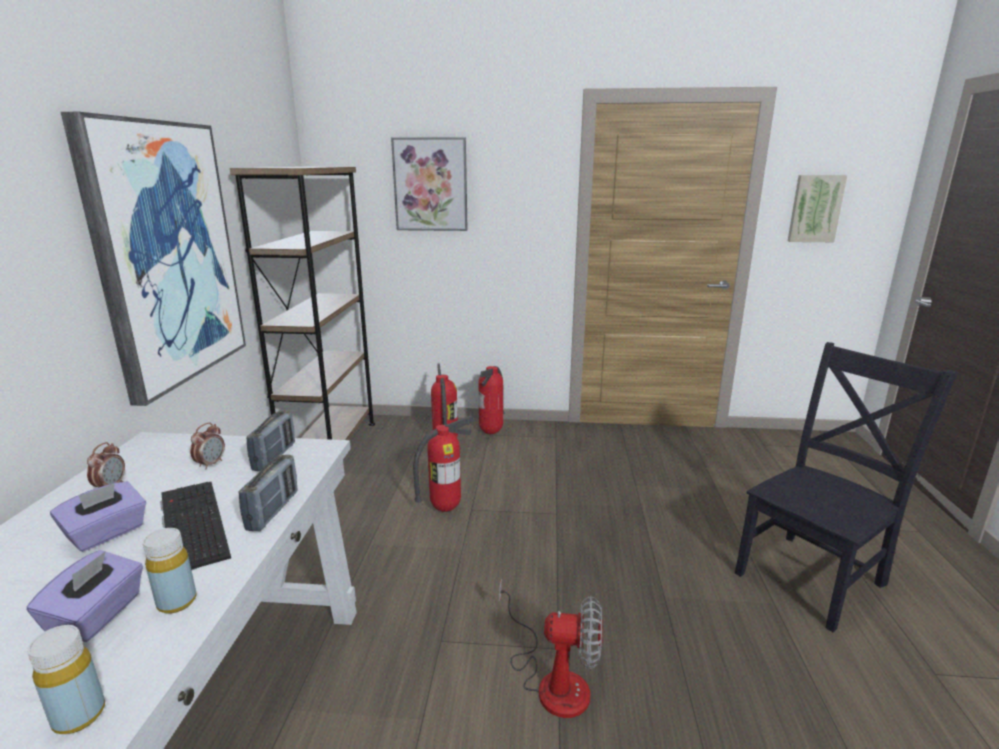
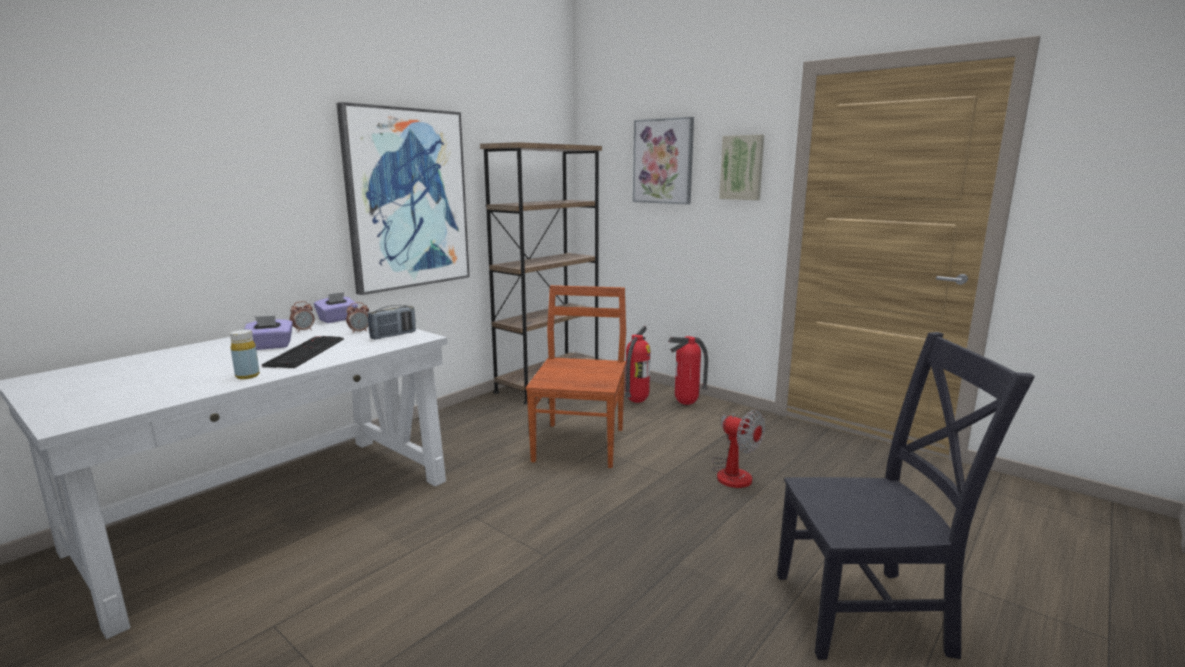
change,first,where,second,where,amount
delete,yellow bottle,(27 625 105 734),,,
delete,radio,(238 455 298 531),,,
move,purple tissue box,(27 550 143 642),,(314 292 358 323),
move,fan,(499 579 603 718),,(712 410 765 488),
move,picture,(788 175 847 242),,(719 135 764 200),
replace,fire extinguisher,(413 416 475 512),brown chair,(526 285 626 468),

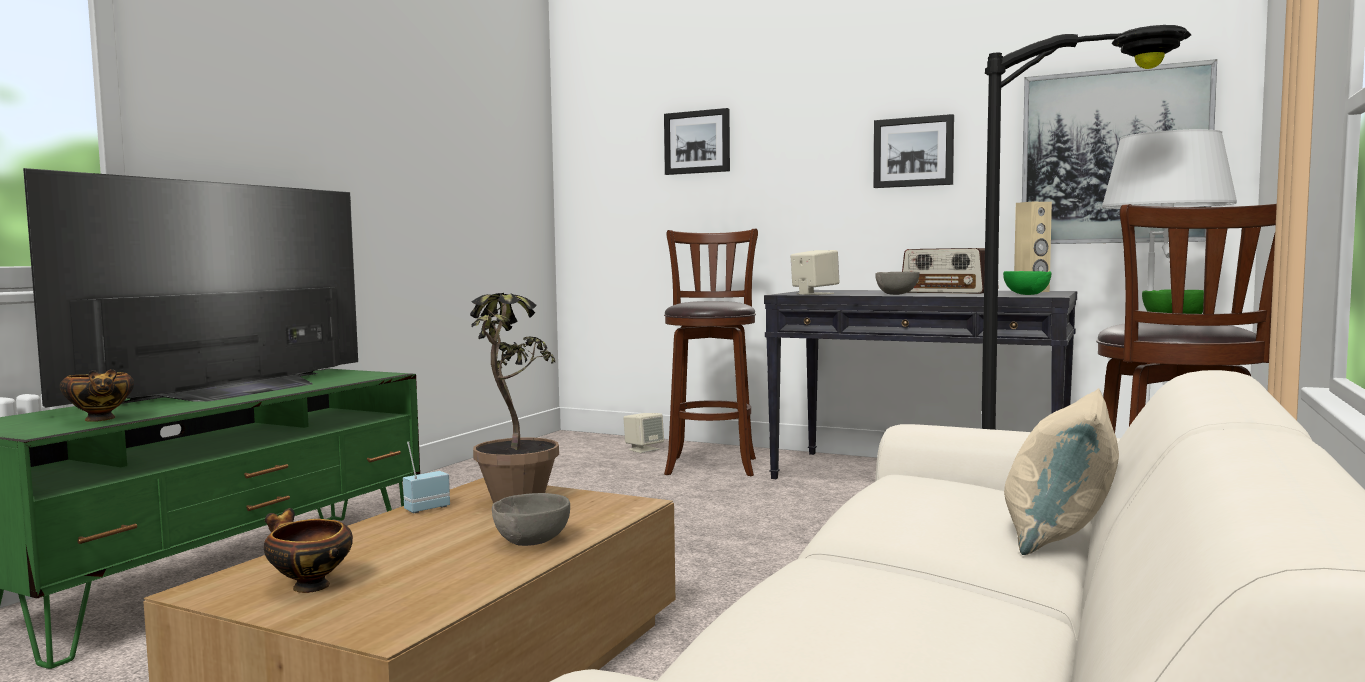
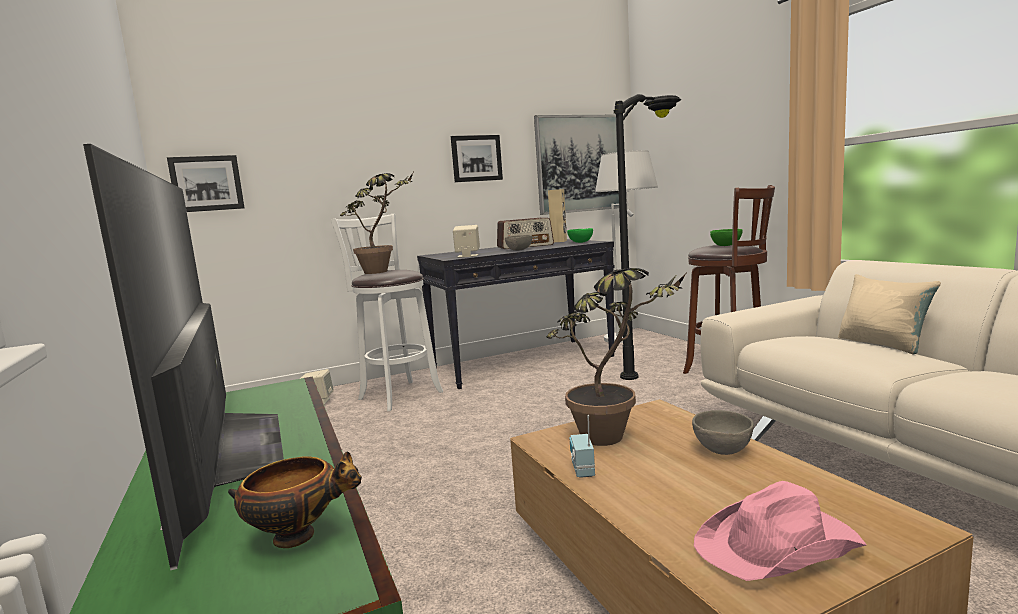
change,first,where,second,where,amount
insert,,,potted plant,(340 173 413 274),
move,picture,(664 108 730 175),,(167 155 245 212),
replace,bowl,(264 508 353 593),pink hat,(694 481 866 581),
recolor,brown stool,(664 229 758 476),white stool,(331 214 443 411),

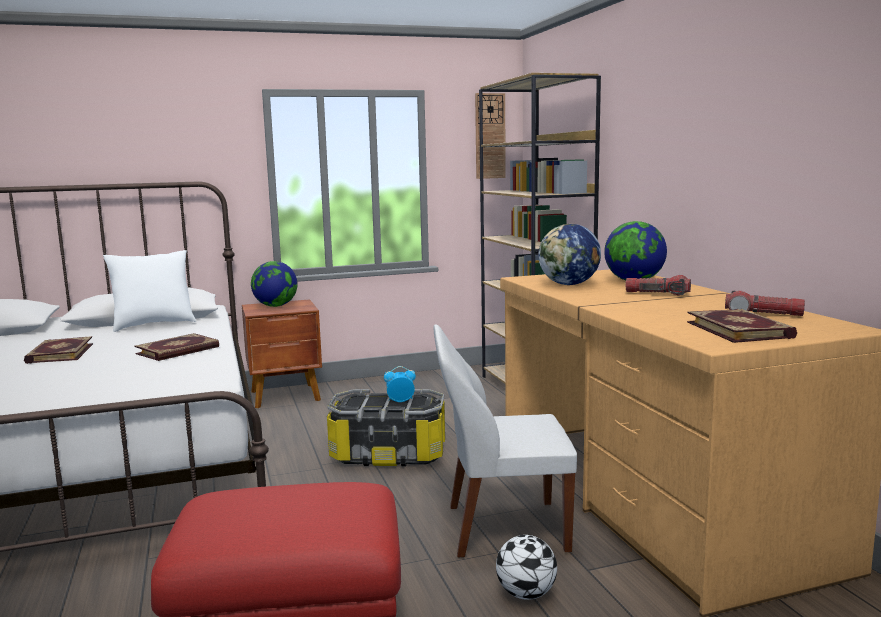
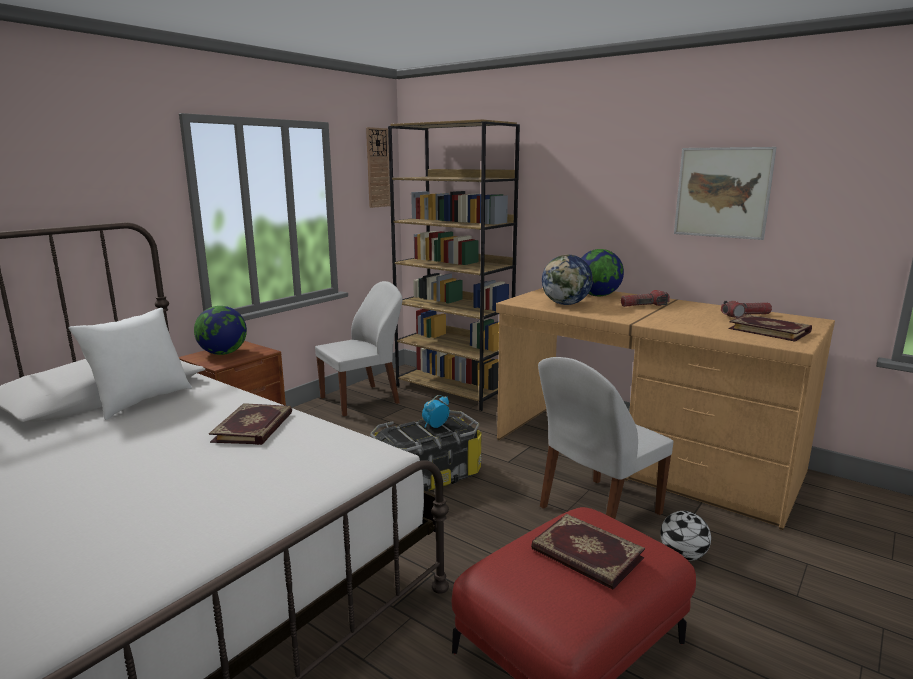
change,first,where,second,where,amount
insert,,,white chair,(315 281 403 416),
insert,,,picture,(674 147 777 240),
move,book,(24 336 93 364),,(531 514 645 589),

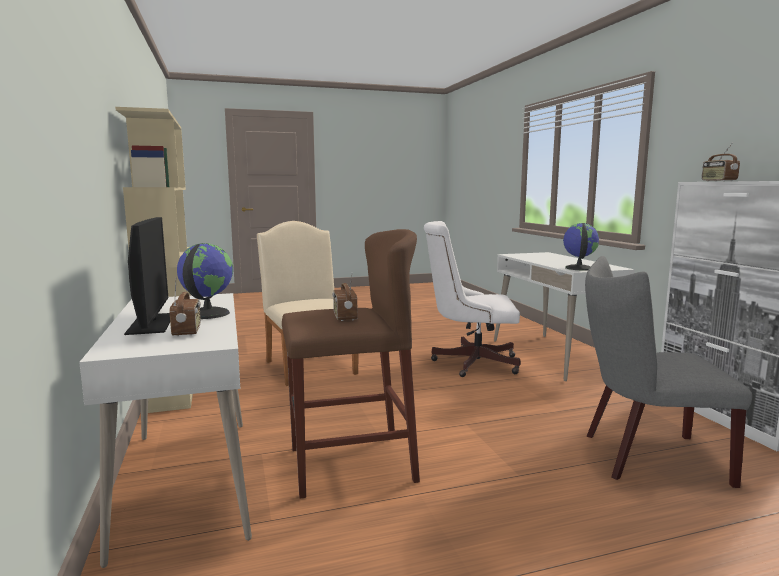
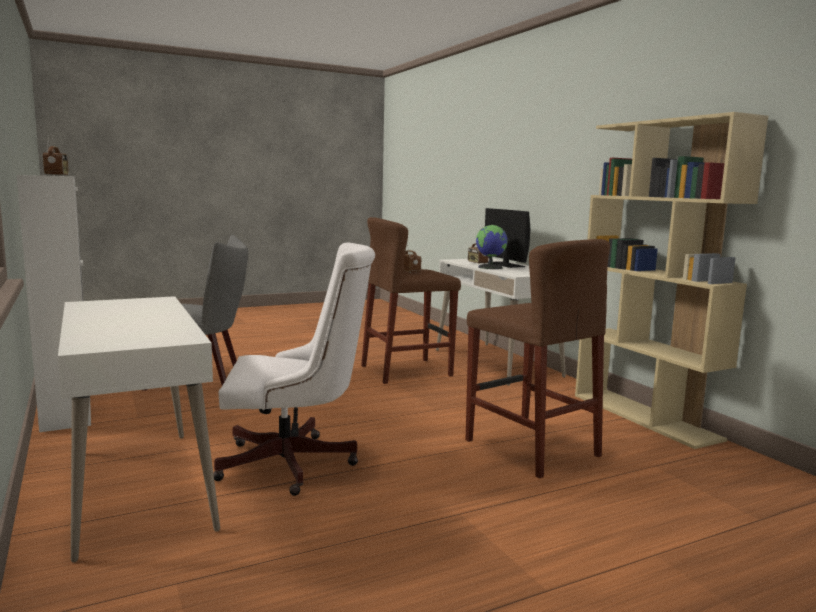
change,first,where,second,where,amount
delete,globe,(563 223 599 270),,,
replace,beige chair,(257 221 358 386),brown stool,(466 239 610 478),

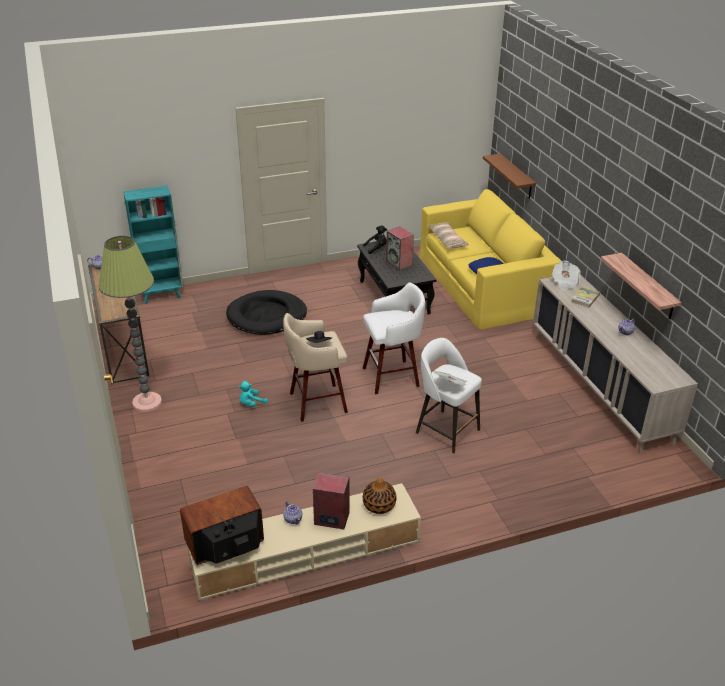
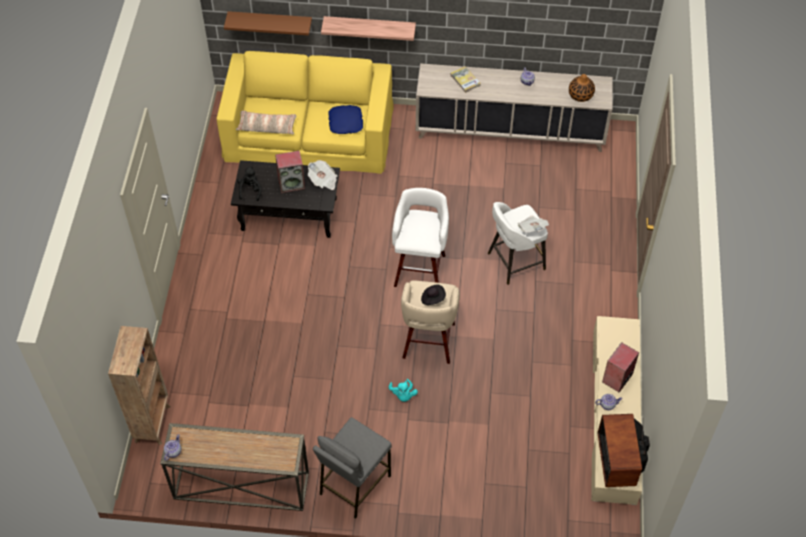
change,first,where,second,where,amount
delete,black dog bed,(226 290 307 335),,,
move,vase,(363 477 396 514),,(569 74 595 102),
move,newspaper,(552 261 581 290),,(308 160 338 190),
move,shelf,(601 253 682 319),,(321 16 416 41),
replace,floor lamp,(99 236 162 412),grey stool,(313 417 392 519),
recolor,turquoise bookcase,(123 185 183 304),brown bookcase,(108 326 170 445),

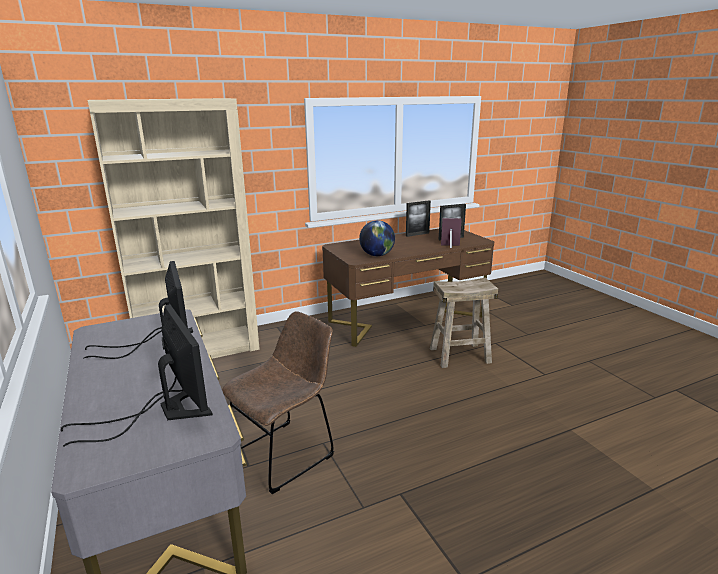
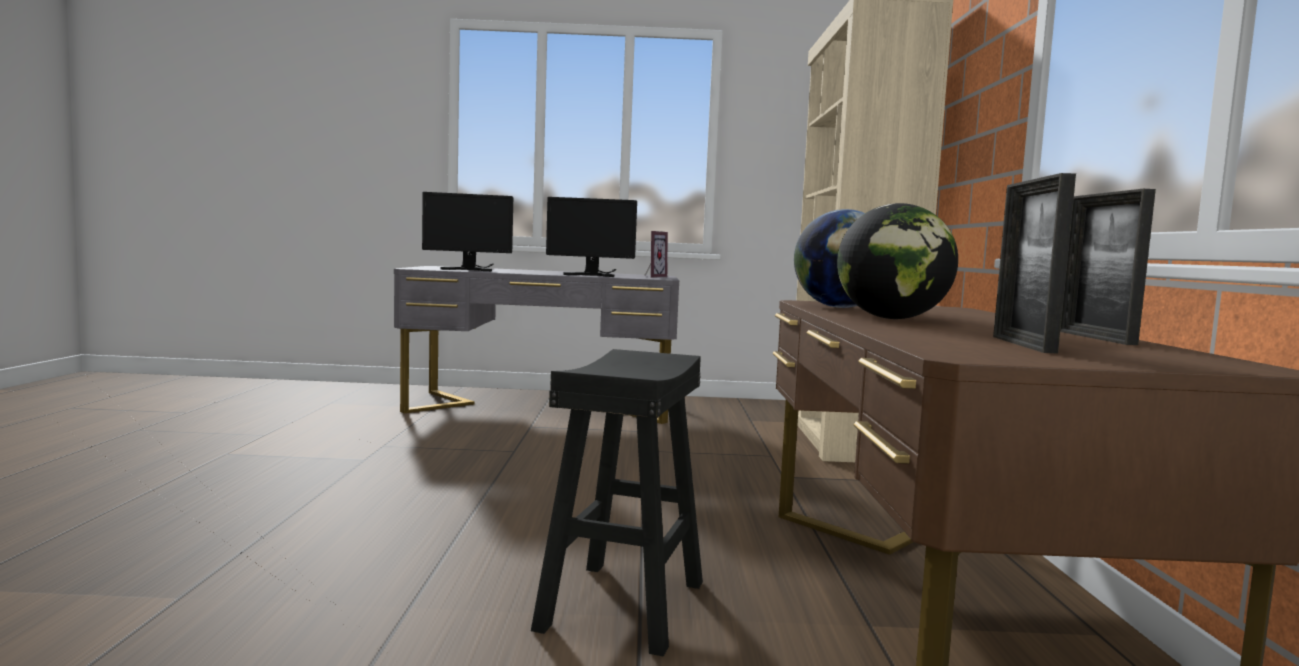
change,first,where,second,where,amount
delete,brown chair,(222 311 334 494),,,
insert,,,globe,(837 203 958 319),
move,picture frame,(441 218 462 248),,(644 231 668 277),
recolor,beige stool,(430 278 498 368),black stool,(531 349 703 657),

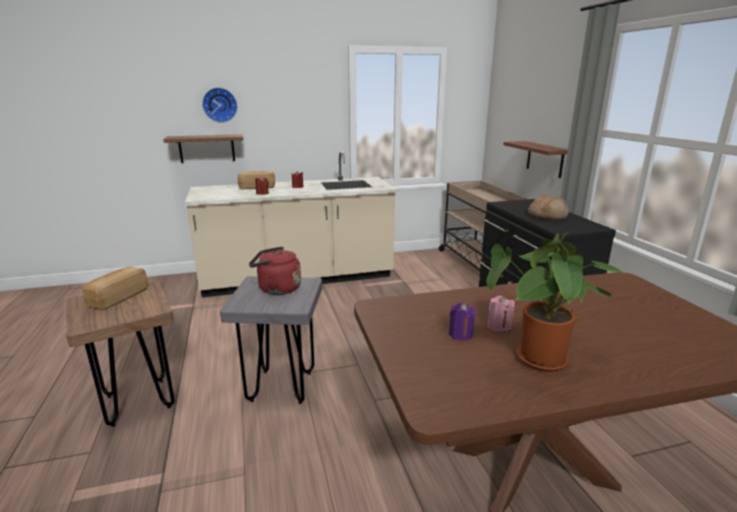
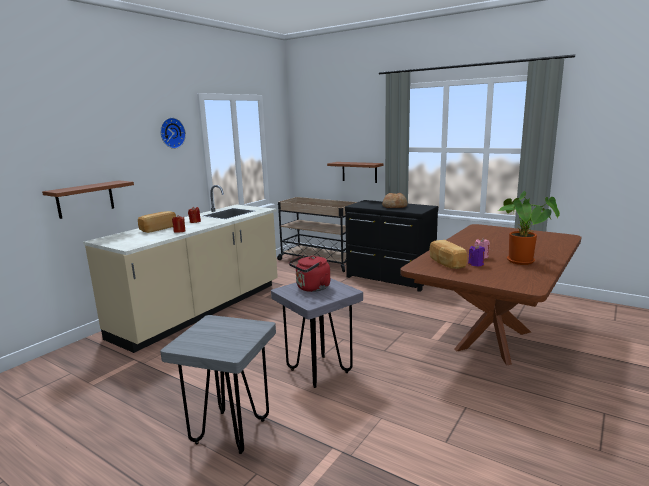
change,first,where,second,where,amount
move,bread,(82 267 148 310),,(429 240 467 269),
move,wall clock,(202 88 237 123),,(160 118 186 149),
recolor,brown stool,(66 281 175 427),grey stool,(160 315 276 454),

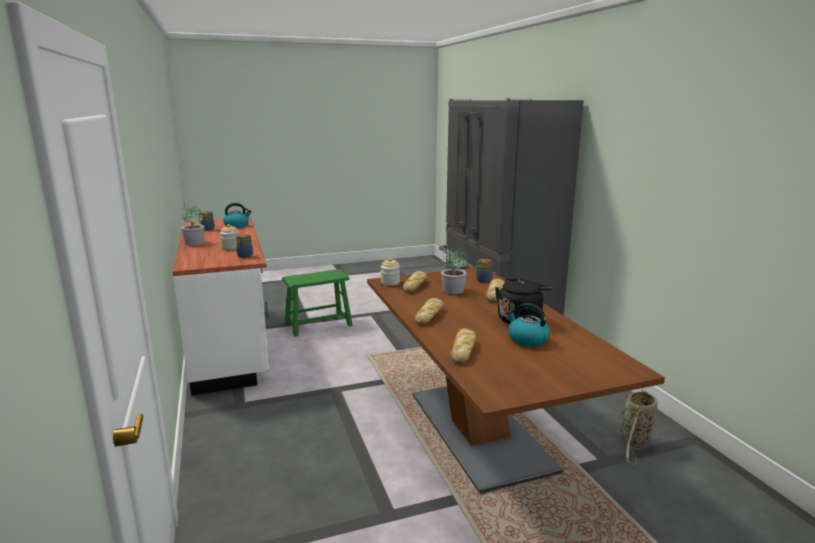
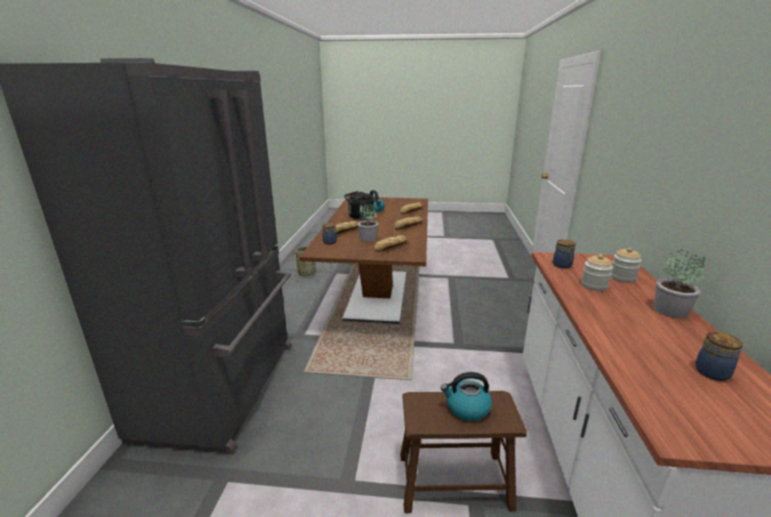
change,first,where,second,where,amount
move,kettle,(223 203 252 228),,(441 372 492 421),
move,jar,(381 258 400 286),,(611 248 642 283),
recolor,green stool,(282 269 353 336),brown stool,(400 391 527 513),

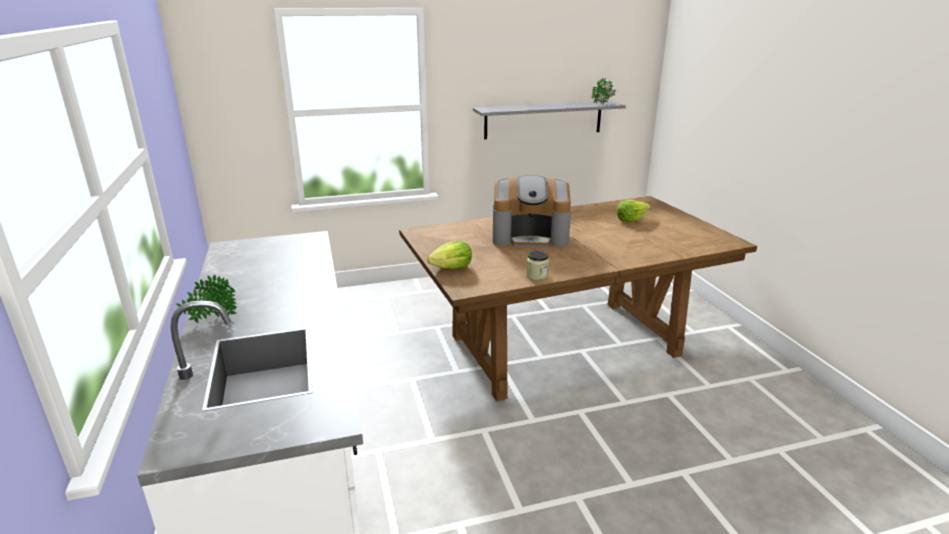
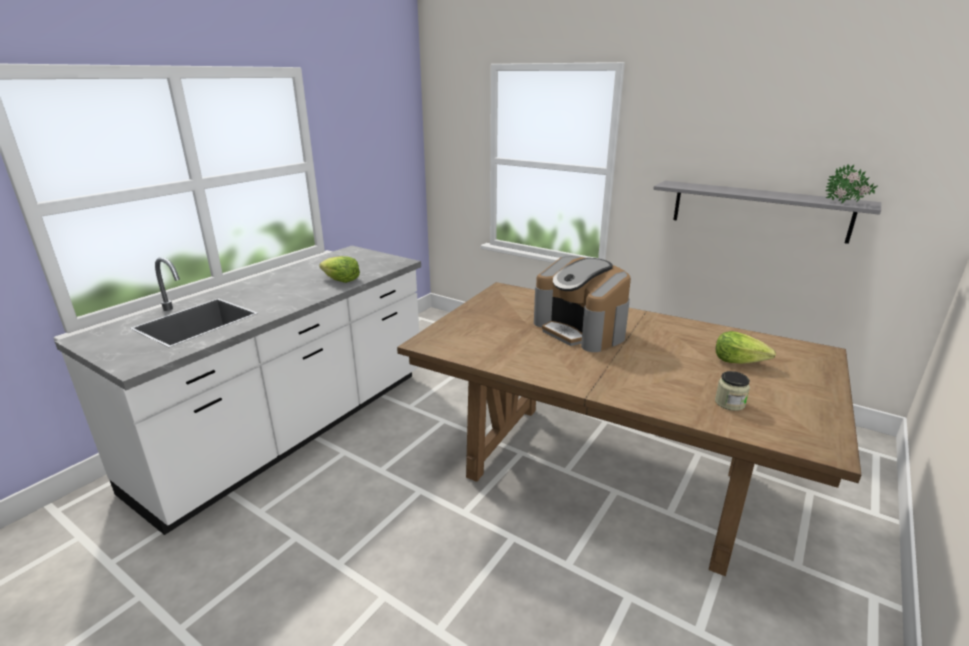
change,first,where,second,where,amount
delete,potted plant,(176 275 237 323),,,
move,lettuce,(427 241 472 269),,(319 256 360 283),
move,jar,(526 251 549 280),,(715 371 750 411),

